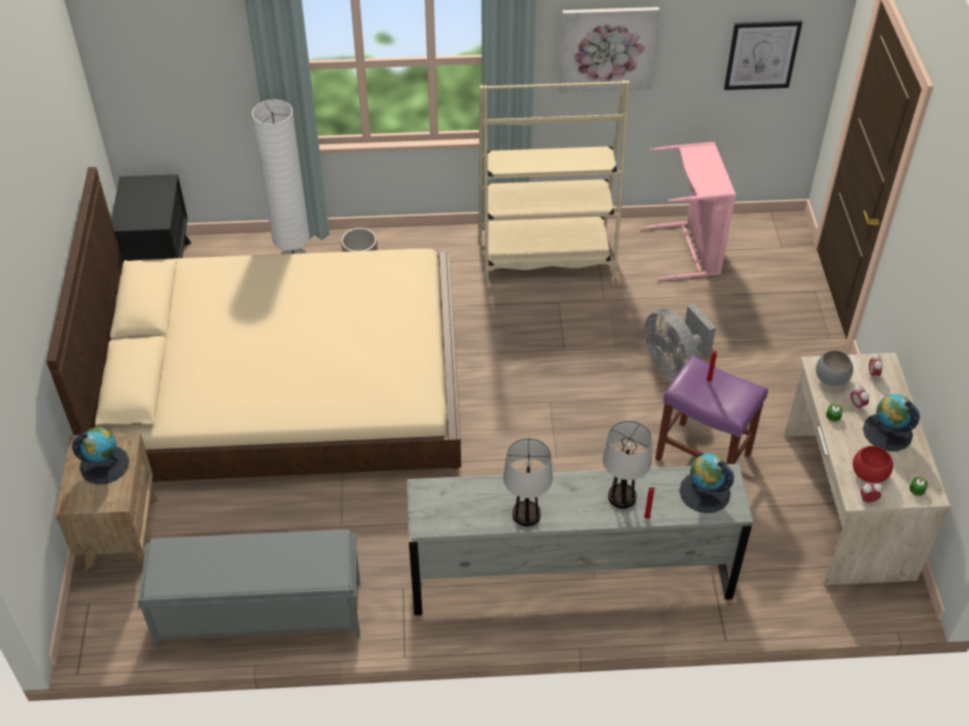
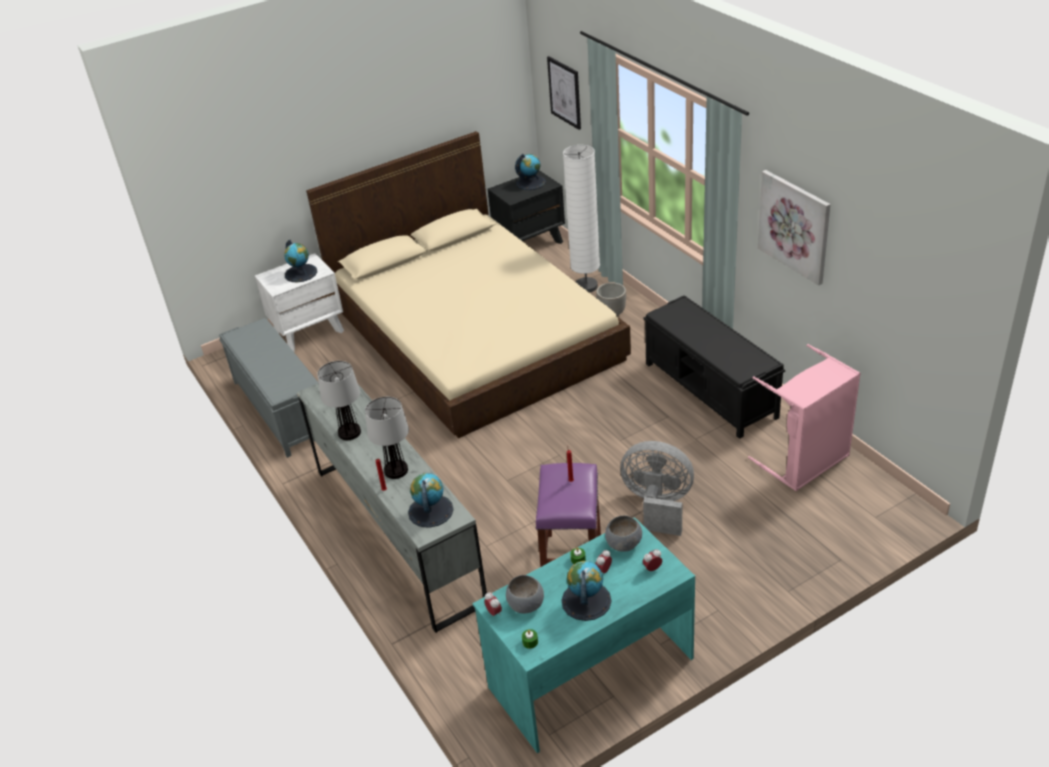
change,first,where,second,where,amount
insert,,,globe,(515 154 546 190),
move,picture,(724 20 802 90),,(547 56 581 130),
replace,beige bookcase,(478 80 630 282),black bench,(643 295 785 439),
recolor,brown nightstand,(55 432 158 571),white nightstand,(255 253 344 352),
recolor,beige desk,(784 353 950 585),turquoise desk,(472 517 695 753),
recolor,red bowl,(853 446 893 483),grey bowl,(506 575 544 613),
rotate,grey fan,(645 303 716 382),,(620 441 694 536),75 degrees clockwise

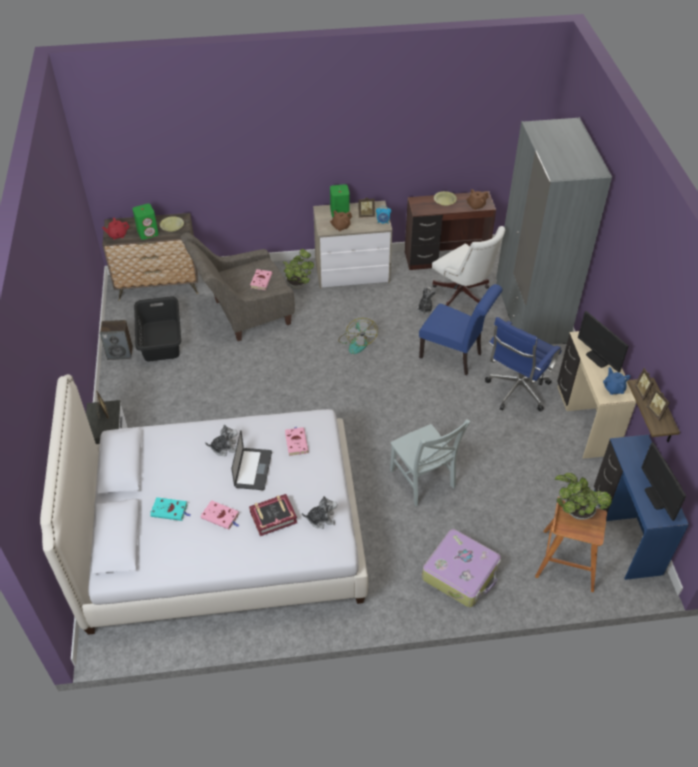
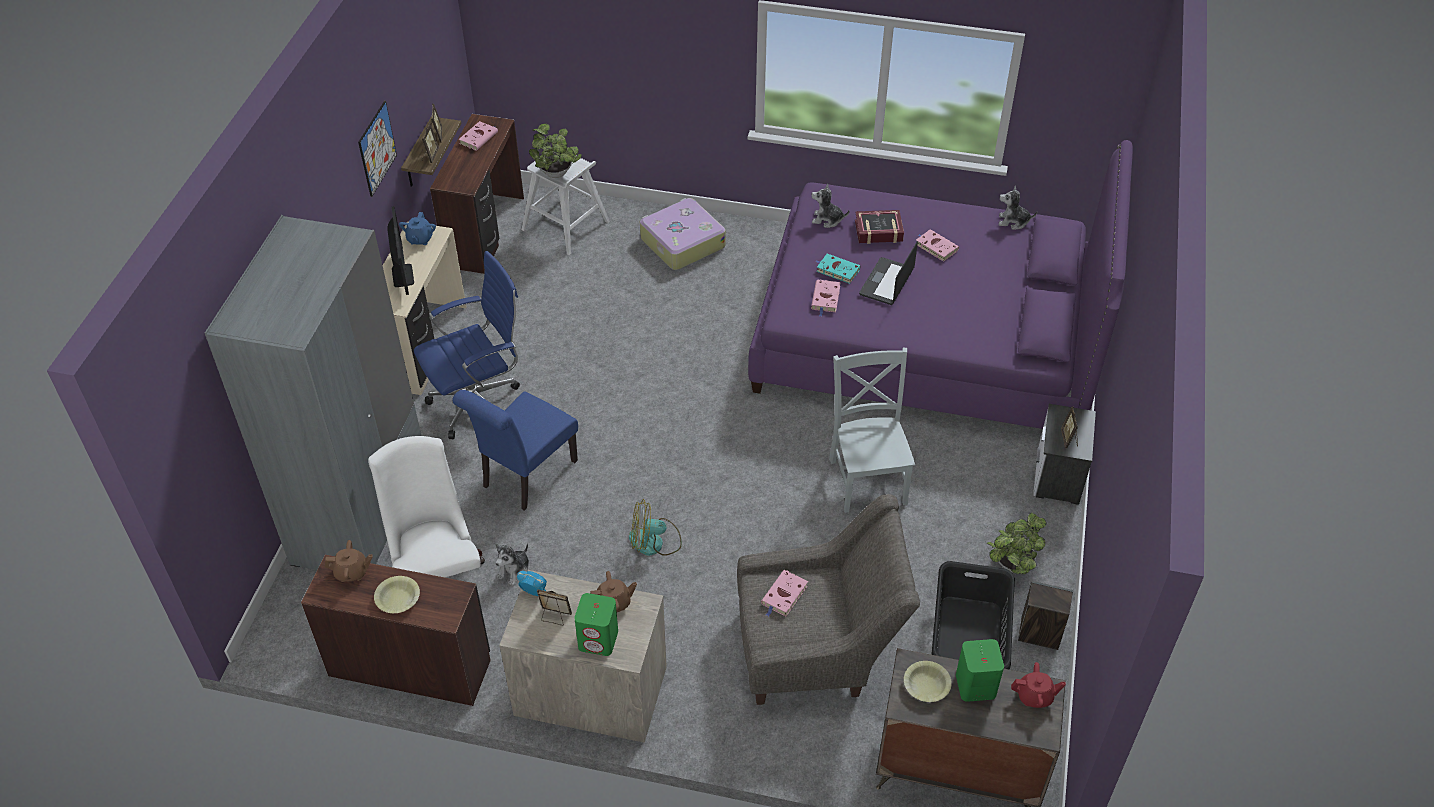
change,first,where,second,where,amount
insert,,,picture,(358 101 397 197),
move,turquoise book,(150 497 191 521),,(816 254 861 284),
move,plush toy,(205 424 238 456),,(999 186 1037 230),
move,potted plant,(283 249 314 289),,(987 513 1047 575),
move,grey chair,(390 419 471 506),,(829 348 915 513),
replace,monitor,(641 442 686 521),pink book,(459 121 498 151),
recolor,white bed,(40 374 368 635),purple bed,(748 140 1133 429),
recolor,brown stool,(535 497 607 593),white stool,(522 158 610 255),
recolor,blue desk,(594 434 689 580),brown desk,(430 114 524 274),
rotate,fan,(338 318 378 354),,(629 499 682 556),105 degrees counterclockwise
rotate,blue chair,(419 284 503 375),,(452 390 578 511),105 degrees counterclockwise

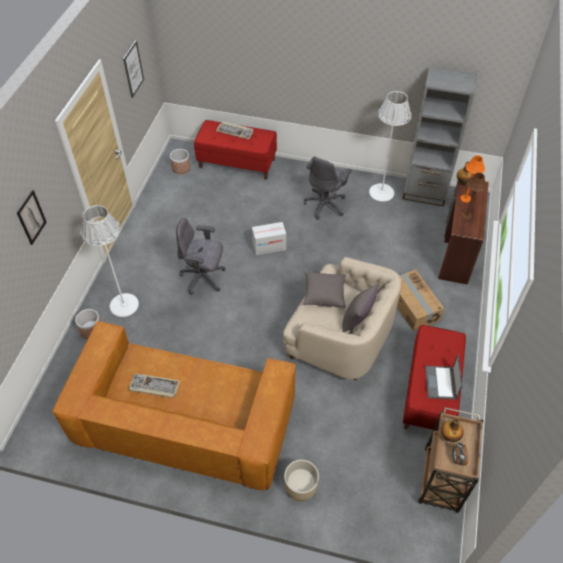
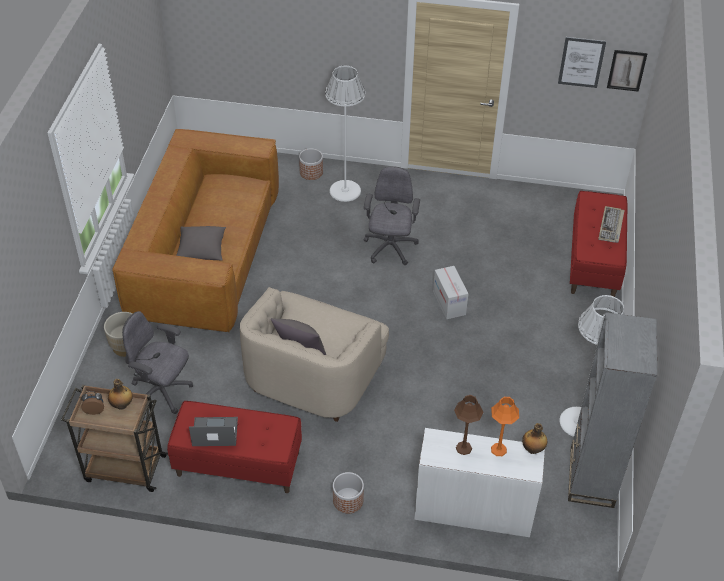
change,first,where,second,where,amount
delete,keyboard,(129 373 180 398),,,
delete,cardboard box,(397 270 444 331),,,
move,picture,(17 190 47 245),,(607 50 647 92),
move,planter,(170 149 190 174),,(333 472 364 513),
move,grey pillow,(303 272 346 308),,(176 226 226 261),
move,grey office chair,(304 156 352 220),,(122 311 193 414),
recolor,brown desk,(438 181 489 285),white desk,(415 428 545 537),

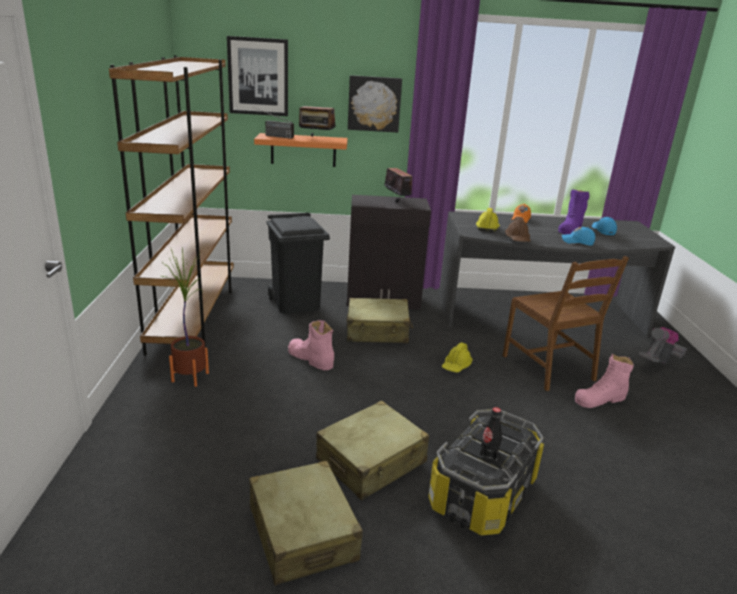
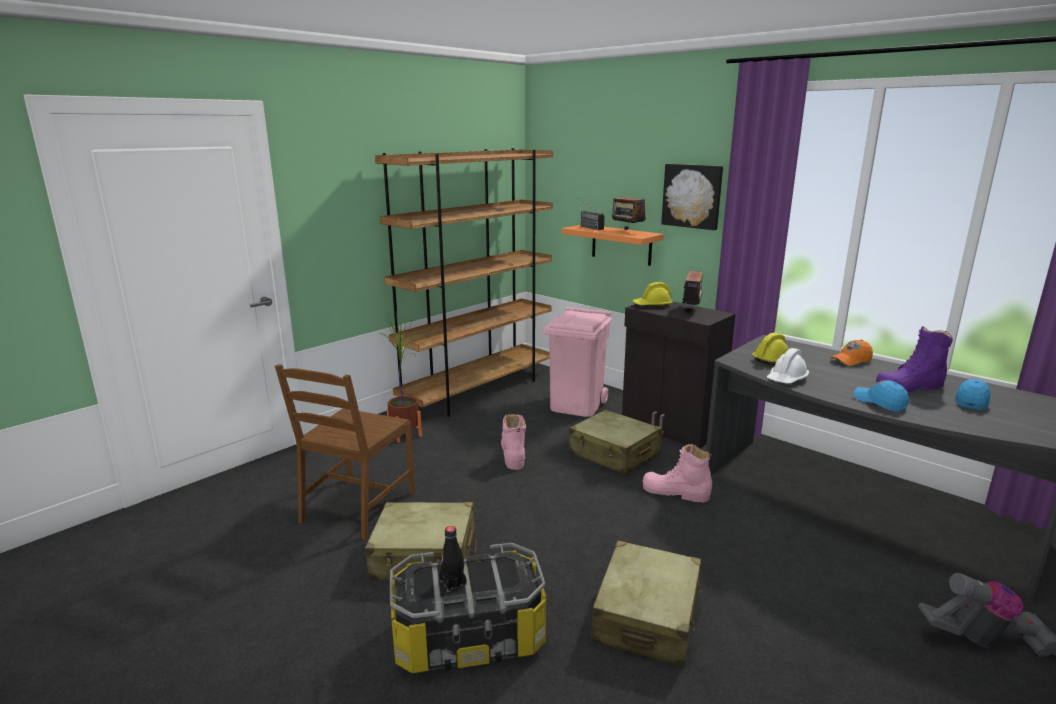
change,first,where,second,where,amount
delete,picture,(227 36 288 116),,,
move,beige suitcase,(249 461 363 585),,(591 541 701 667),
move,yellow hard hat,(442 343 472 373),,(632 282 673 307),
move,brown chair,(503 256 629 391),,(275 364 415 540),
move,pink boot,(575 354 634 408),,(642 444 712 502),
recolor,black trash can,(267 212 330 314),pink trash can,(542 307 612 417),
recolor,brown hard hat,(505 217 531 242),white hard hat,(767 348 809 384),

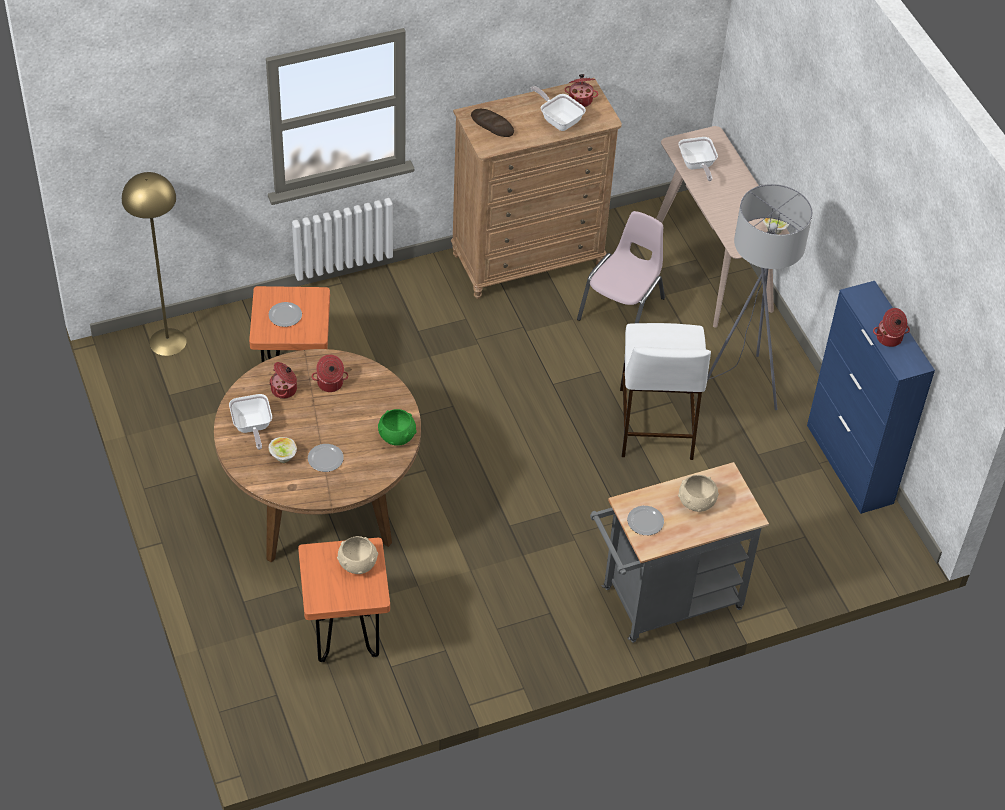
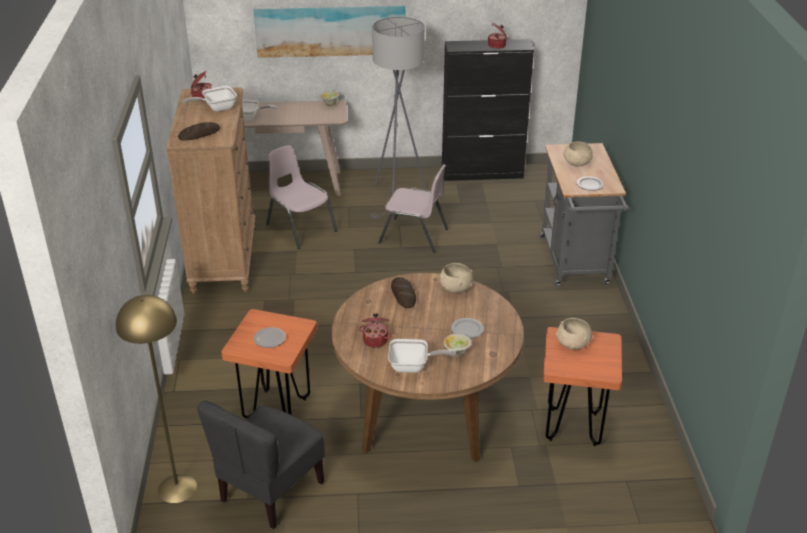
change,first,where,second,where,amount
delete,cooking pot,(312 355 349 392),,,
insert,,,grey chair,(197 401 325 529),
insert,,,picture,(253 6 405 58),
insert,,,bread,(391 277 416 308),
replace,white stool,(620 323 711 460),pink chair,(378 164 448 253),
recolor,green bowl,(378 409 417 446),beige bowl,(439 263 473 293),
recolor,blue cabinet,(807 281 935 514),black cabinet,(442 39 534 181),

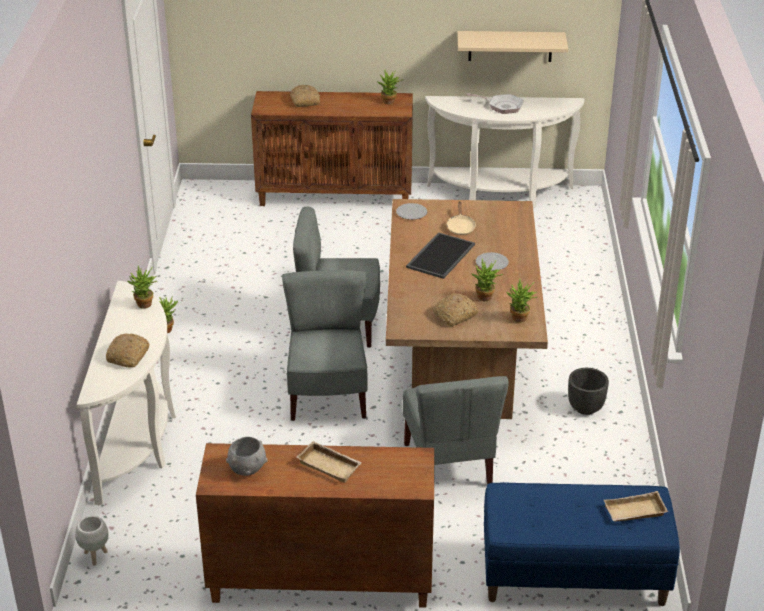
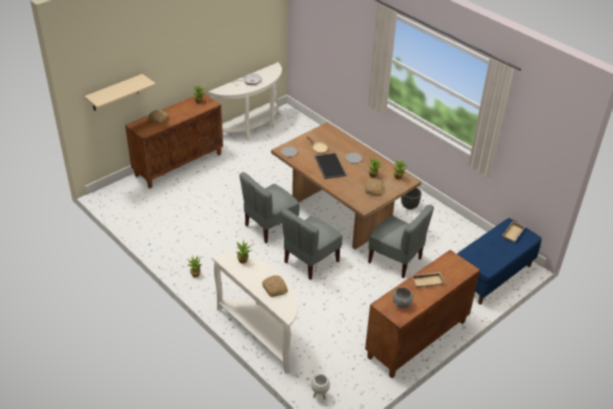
change,first,where,second,where,amount
move,beige shelf,(457 31 568 62),,(84 74 156 111),
rotate,grey chair,(282 270 368 421),,(280 208 342 280),90 degrees counterclockwise

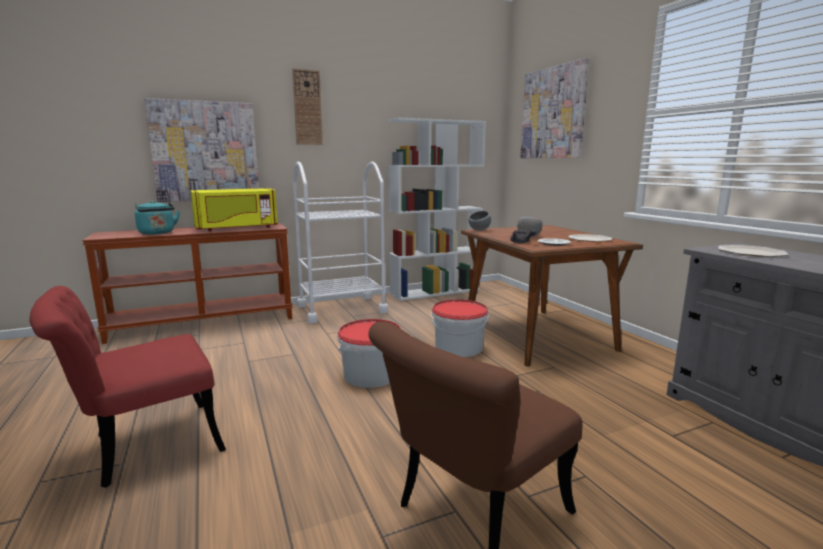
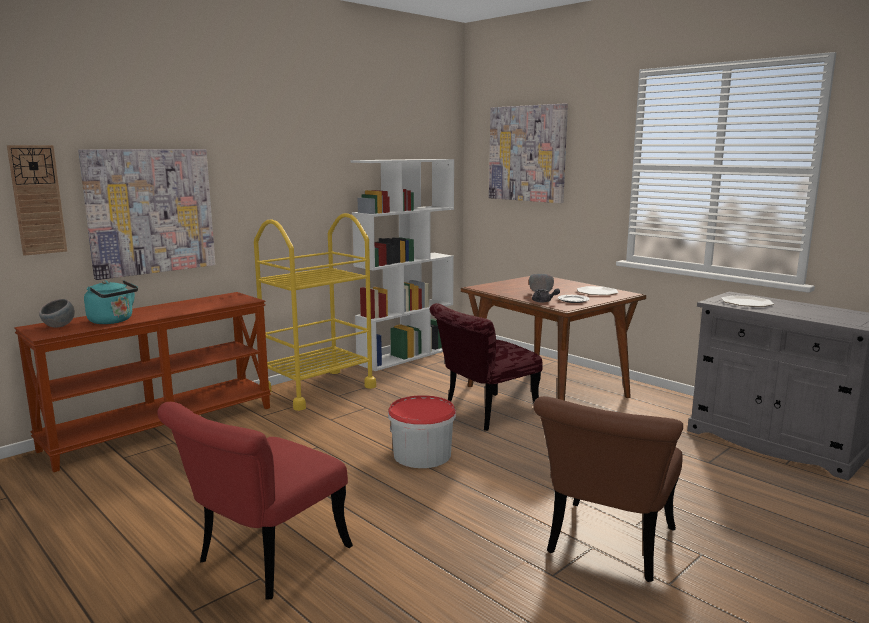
change,first,where,second,where,amount
delete,yellow microwave,(190 188 278 231),,,
move,wall clock,(292 69 323 145),,(7 145 67 256),
move,grey bowl,(469 211 491 231),,(39 299 75 328),
replace,bucket,(431 299 489 357),red chair,(430 303 543 431),
recolor,white cart,(293 162 388 323),yellow cart,(254 213 376 411),

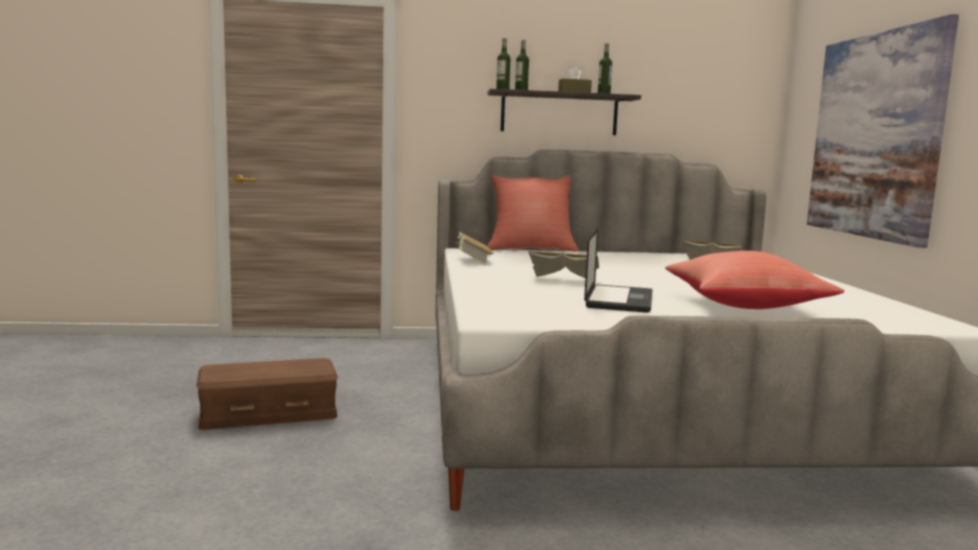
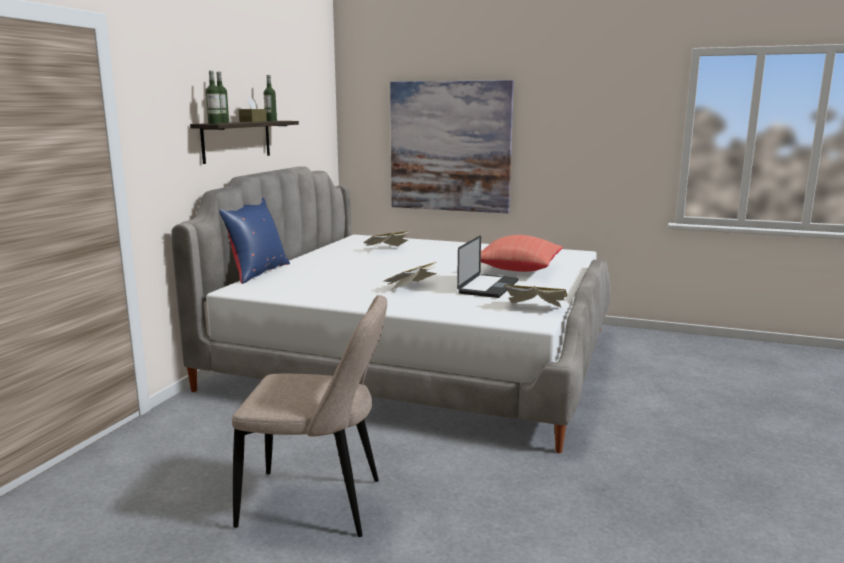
change,first,where,second,where,amount
move,book,(455 232 494 264),,(505 285 567 308),
replace,brown storage box,(196 358 338 430),beige chair,(232 295 387 537),
recolor,red pillow,(487 175 578 252),blue pillow,(219 198 290 284),
rotate,laptop,(584 228 653 313),,(457 235 518 298),75 degrees clockwise

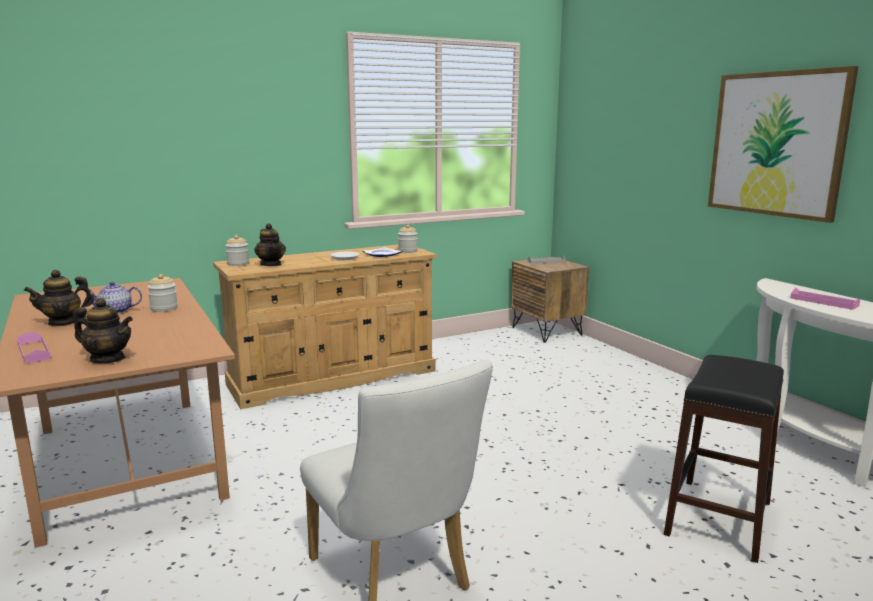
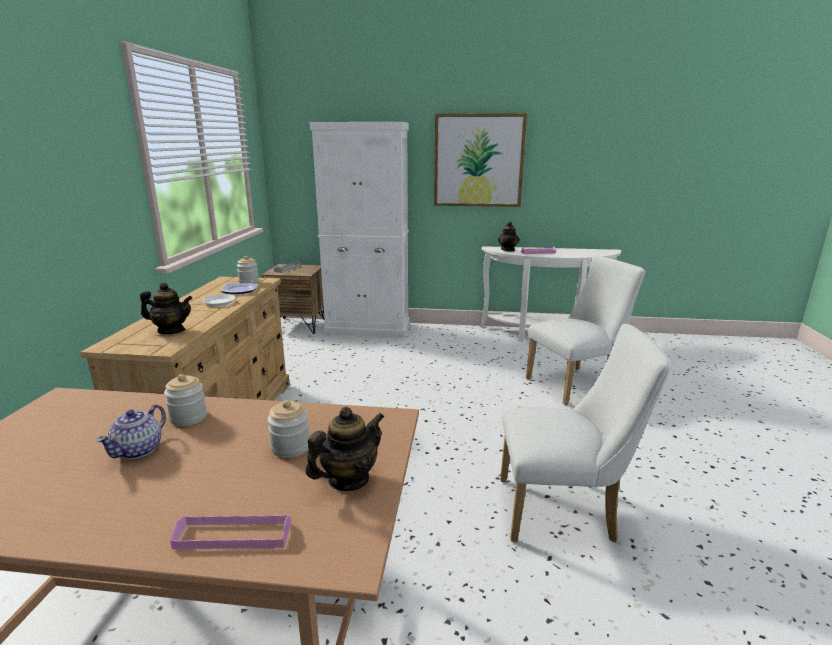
change,first,where,second,where,amount
insert,,,white cabinet,(310 122 409 338),
move,teapot,(24 270 94 327),,(498 221 519 251),
move,jar,(225 235 249 266),,(267 400 310 458),
replace,black stool,(664 355 784 563),white chair,(526 256 645 405),

